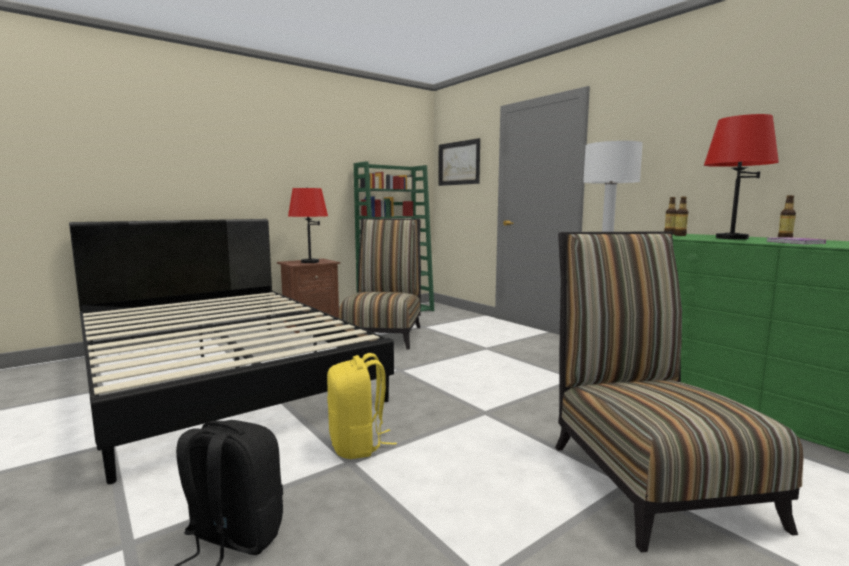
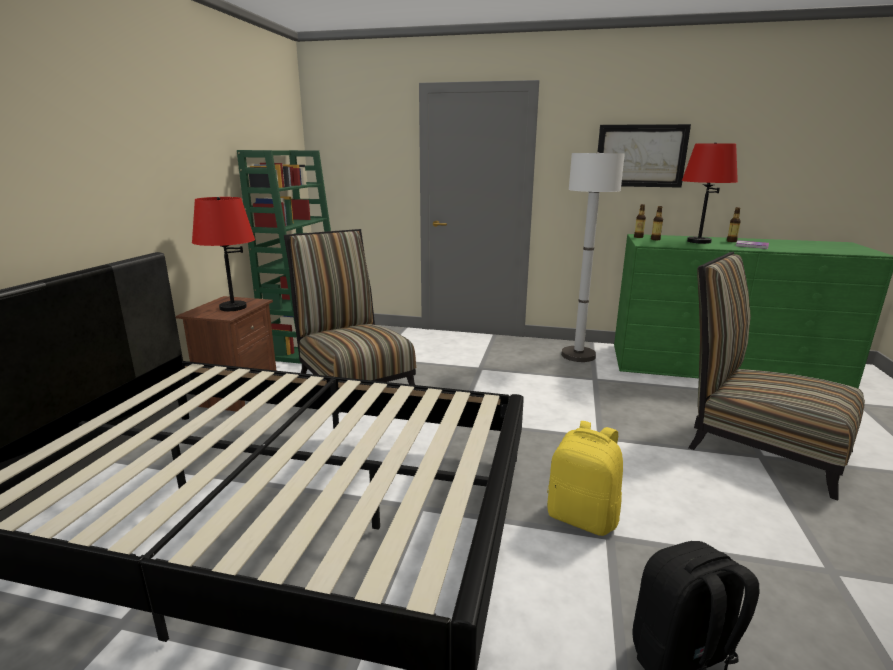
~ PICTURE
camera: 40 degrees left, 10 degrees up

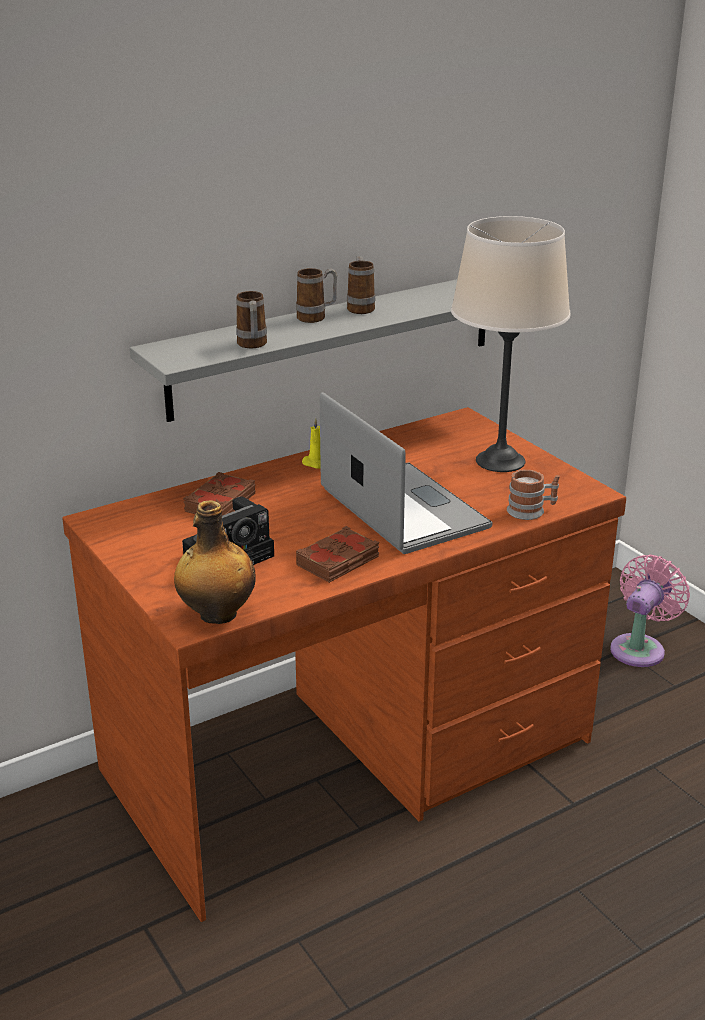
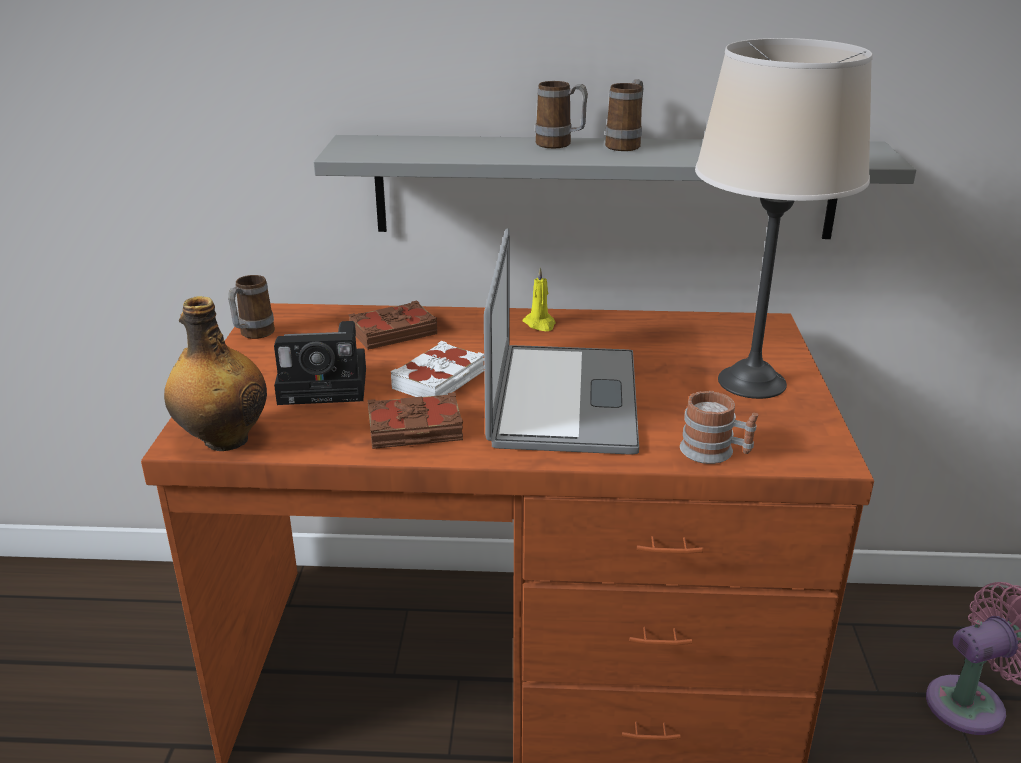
+ WHITE BOOK
~ MUG (1st from left)
camera: 35 degrees right, 0 degrees up

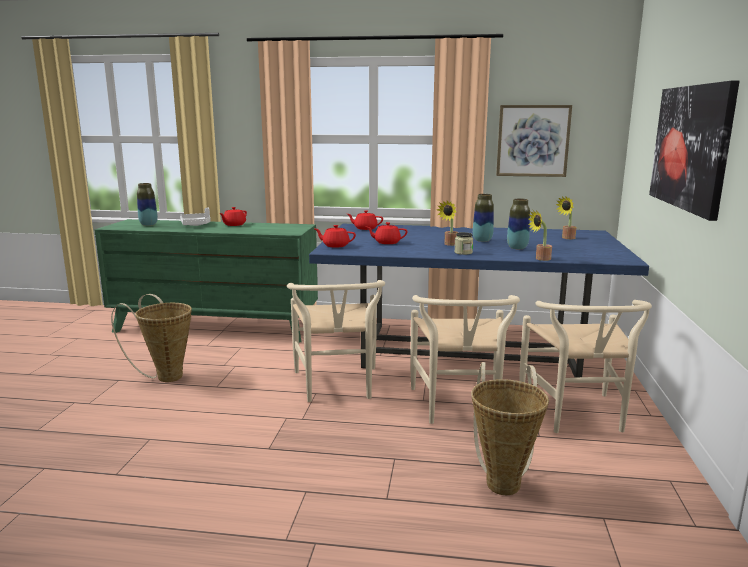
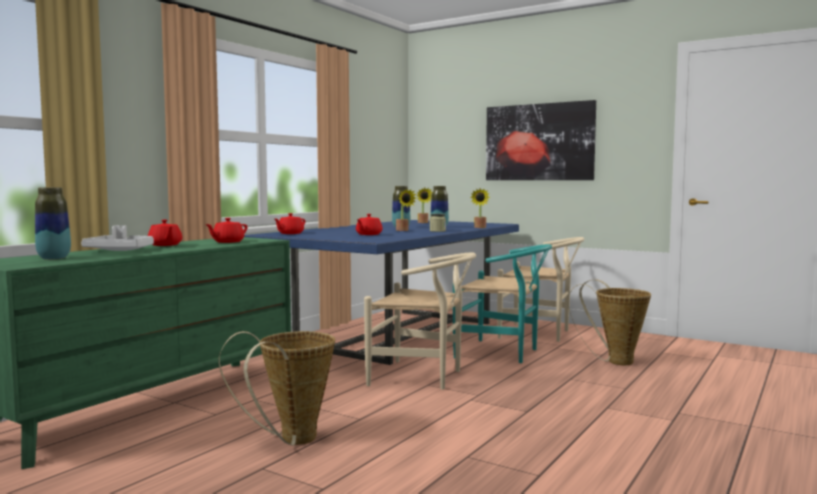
- PICTURE (1st from left)
~ RED TEAPOT (2nd from left)
~ BEIGE CHAIR (2nd from left) to TURQUOISE CHAIR
camera: 65 degrees left, 10 degrees down

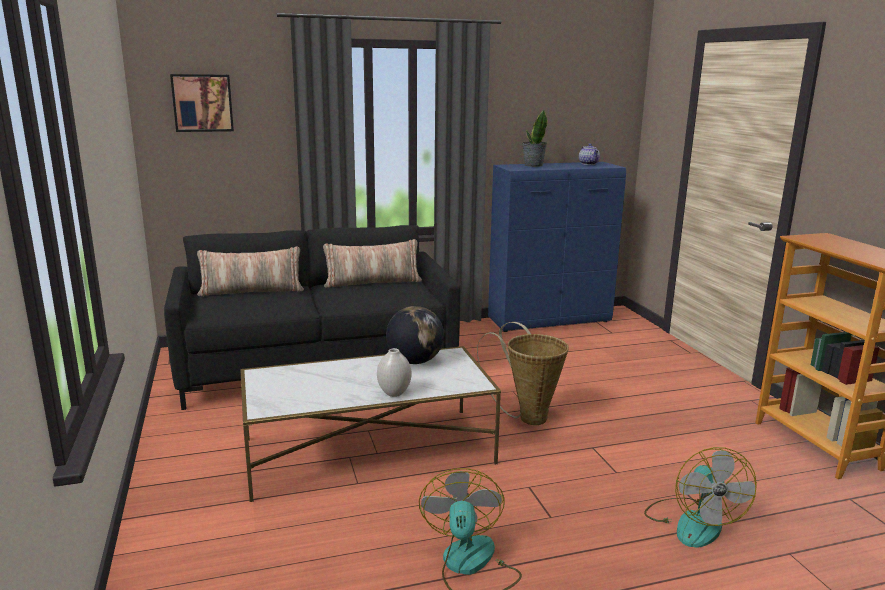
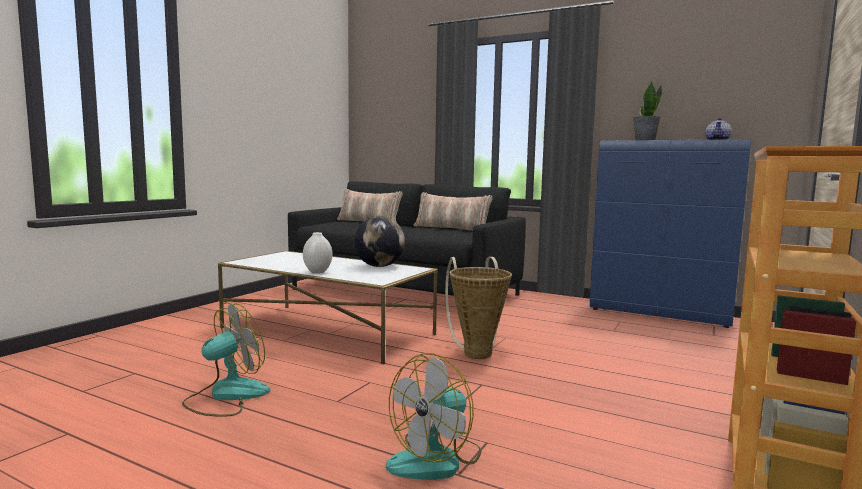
- PICTURE
camera: 45 degrees right, 10 degrees down

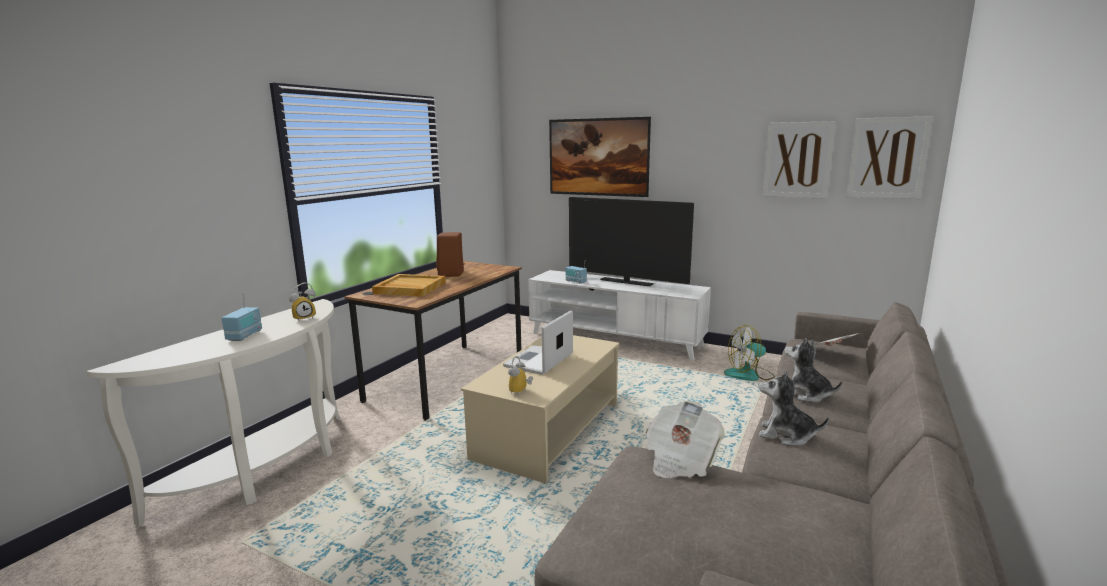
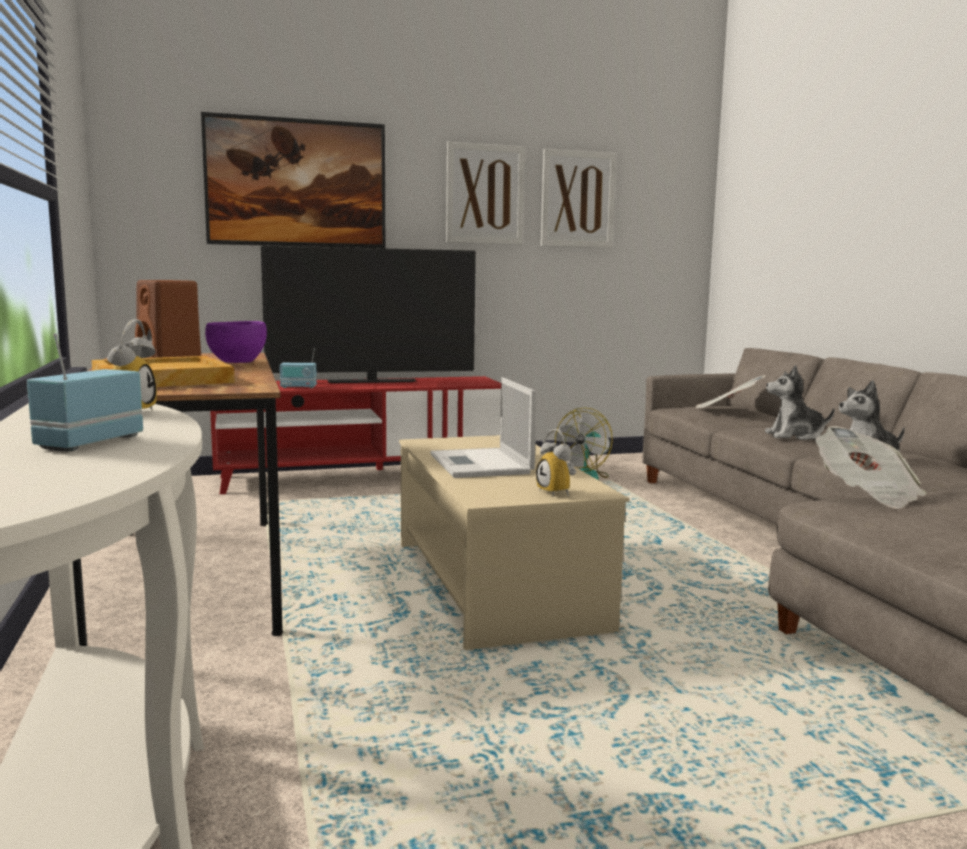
+ PURPLE BOWL
~ PICTURE (3rd from left in the first image) to PICTURE (2nd from left)
~ WHITE TV STAND to RED TV STAND
~ RADIO (1st from left) 120 degrees counterclockwise
camera: 45 degrees left, 5 degrees down

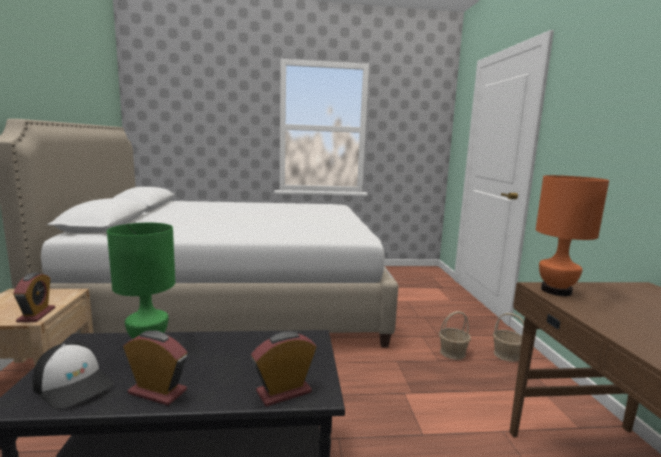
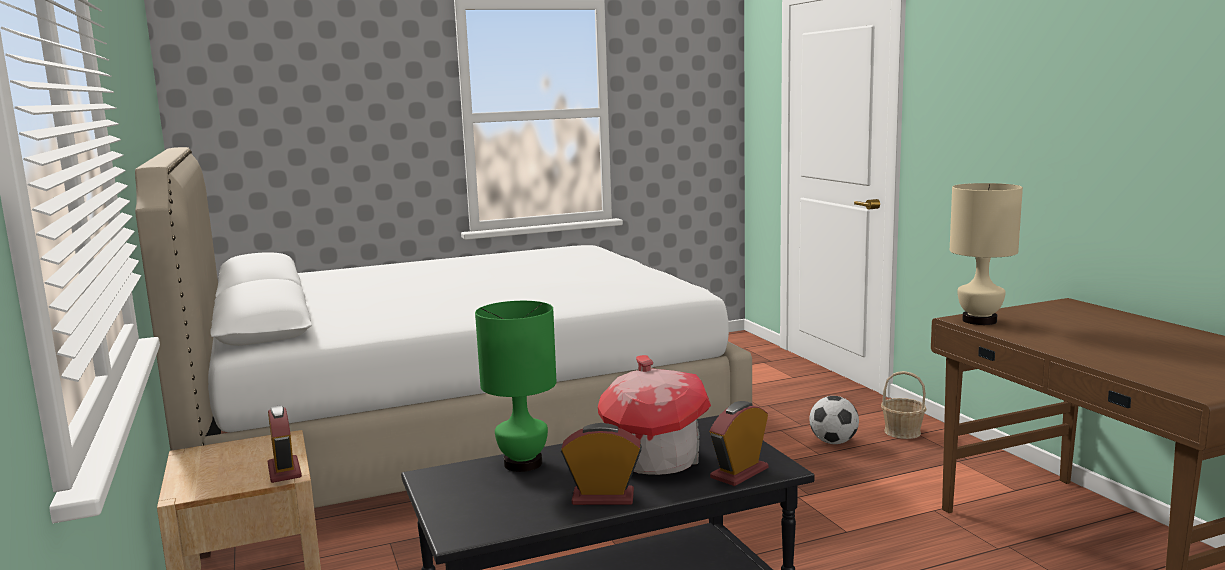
- CAP
+ TOY HOUSE
~ BASKET (1st from left) to FOOTBALL
~ ORANGE TABLE LAMP to BEIGE TABLE LAMP
camera: 15 degrees left, 0 degrees up

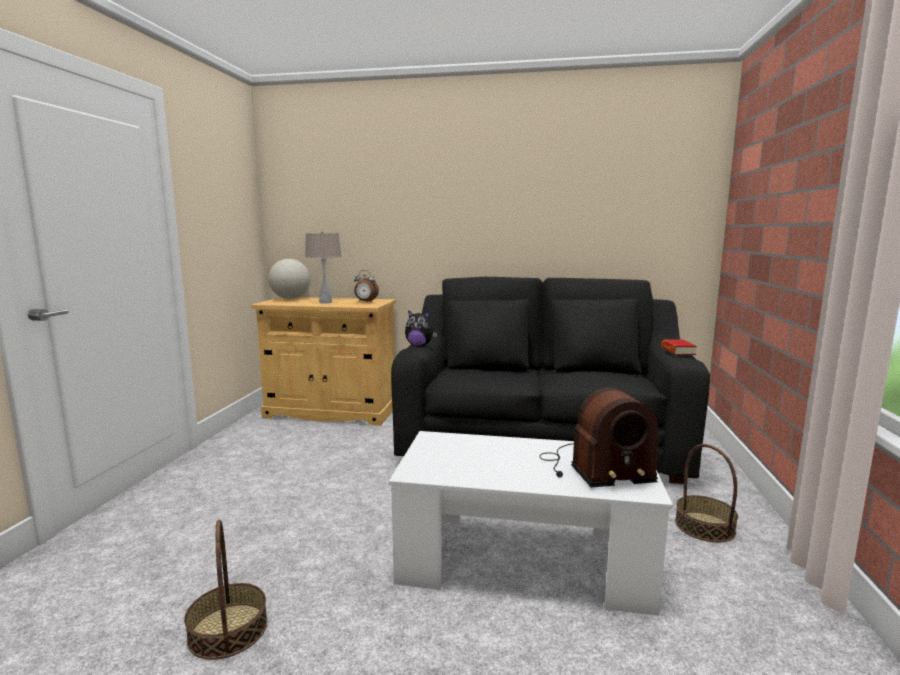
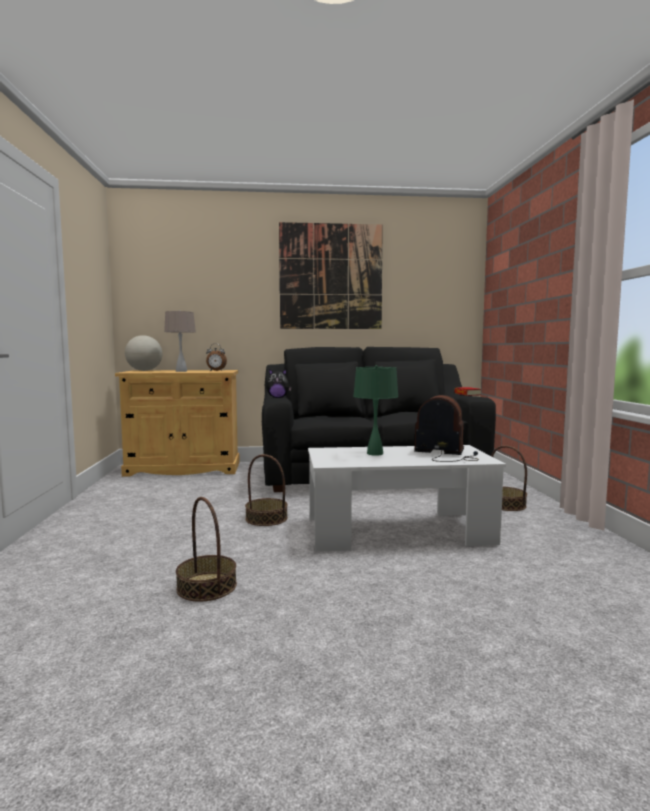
+ BASKET (2nd from left)
+ PICTURE
+ GREEN TABLE LAMP
~ RADIO 135 degrees counterclockwise
camera: 15 degrees left, 5 degrees down

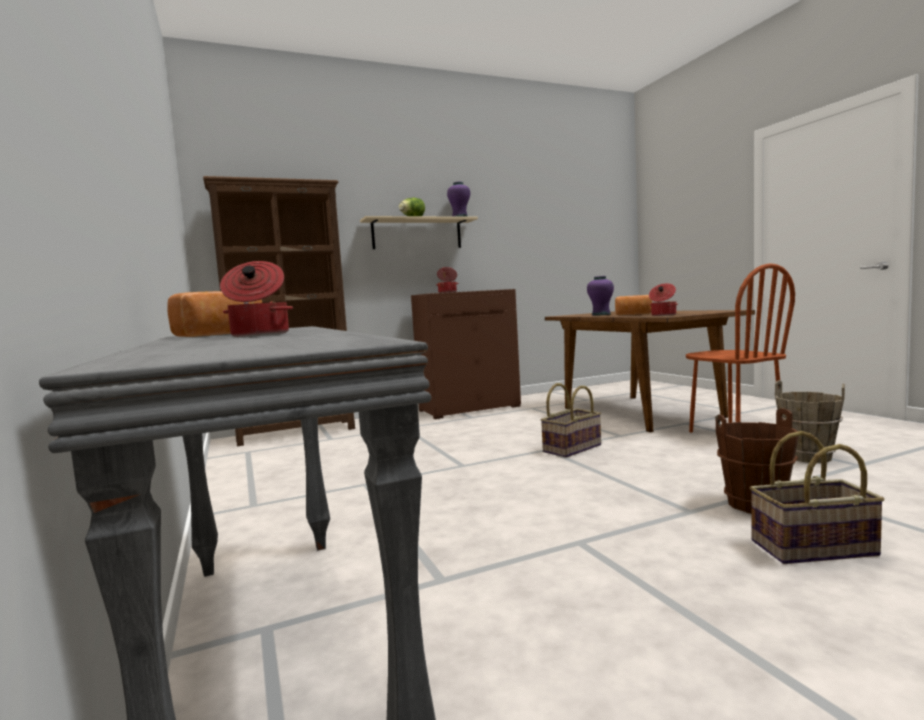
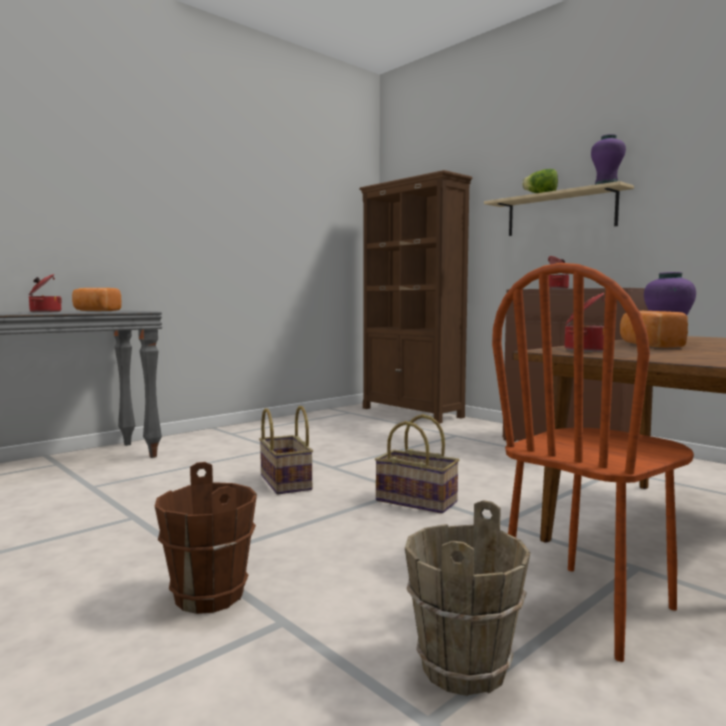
~ BASKET (2nd from left in the first image) to BASKET (1st from left)
camera: 70 degrees right, 0 degrees up

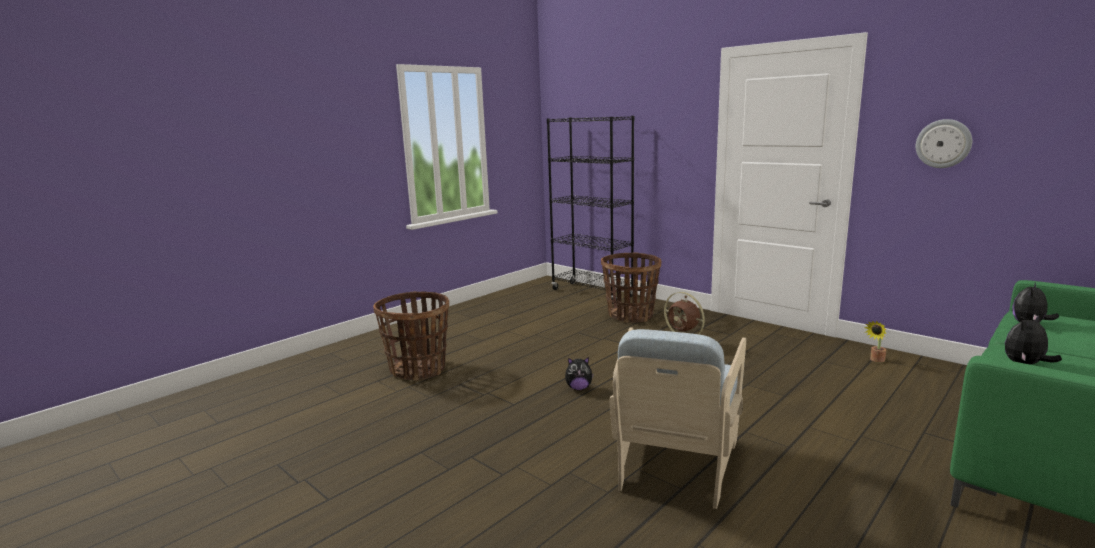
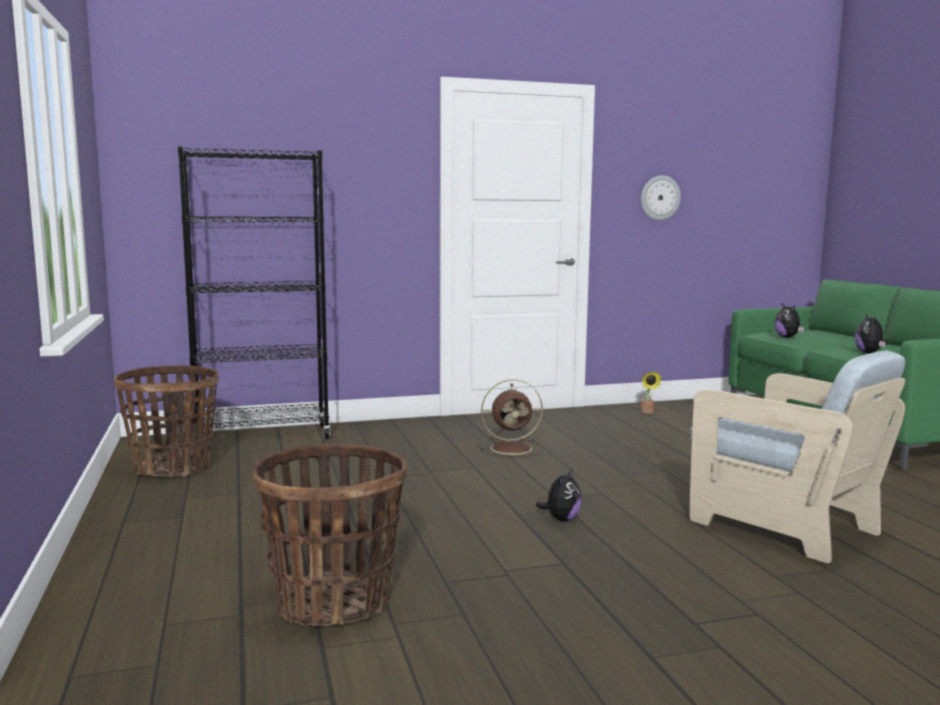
~ BASKET (2nd from left in the first image) to BASKET (1st from left)
camera: 60 degrees left, 5 degrees down

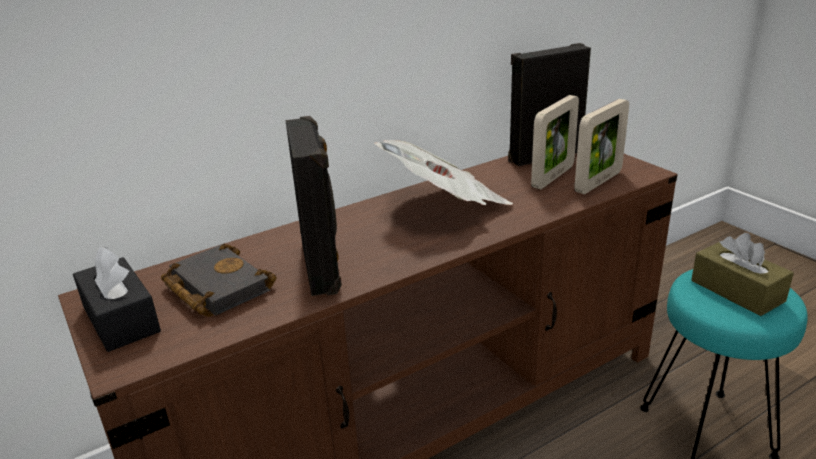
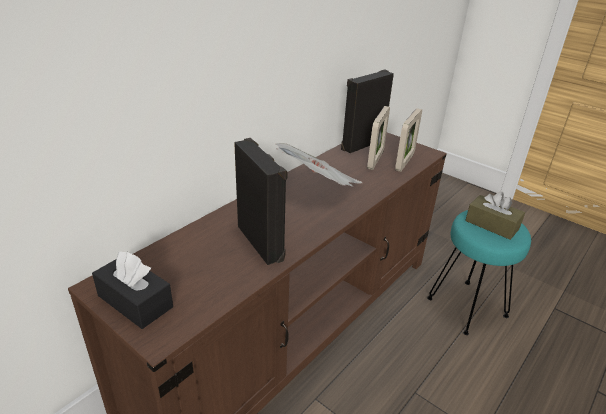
- BLACK BOOK
camera: 20 degrees left, 5 degrees up

